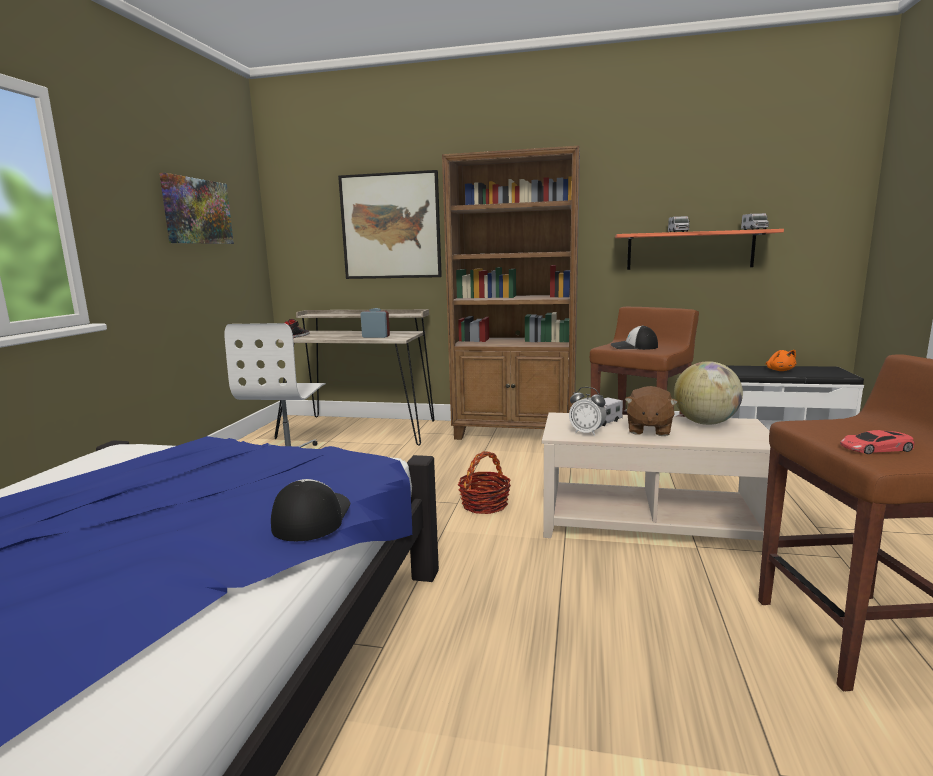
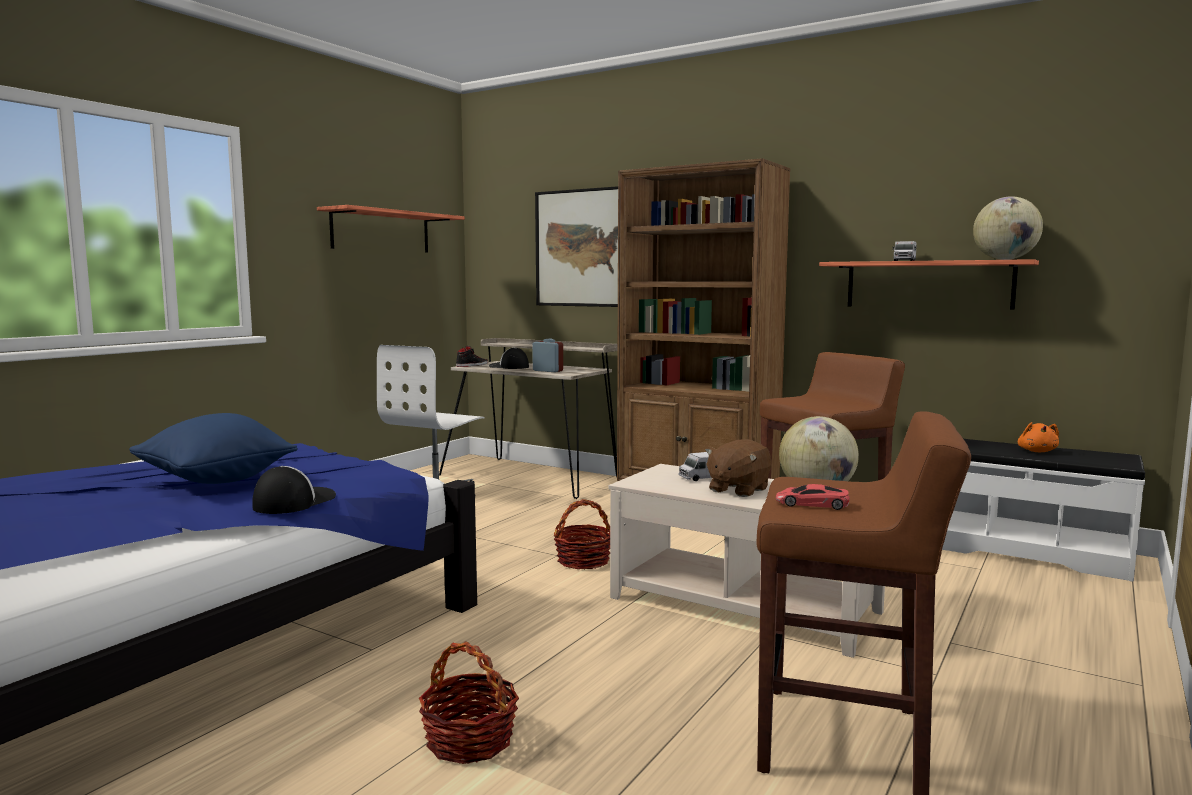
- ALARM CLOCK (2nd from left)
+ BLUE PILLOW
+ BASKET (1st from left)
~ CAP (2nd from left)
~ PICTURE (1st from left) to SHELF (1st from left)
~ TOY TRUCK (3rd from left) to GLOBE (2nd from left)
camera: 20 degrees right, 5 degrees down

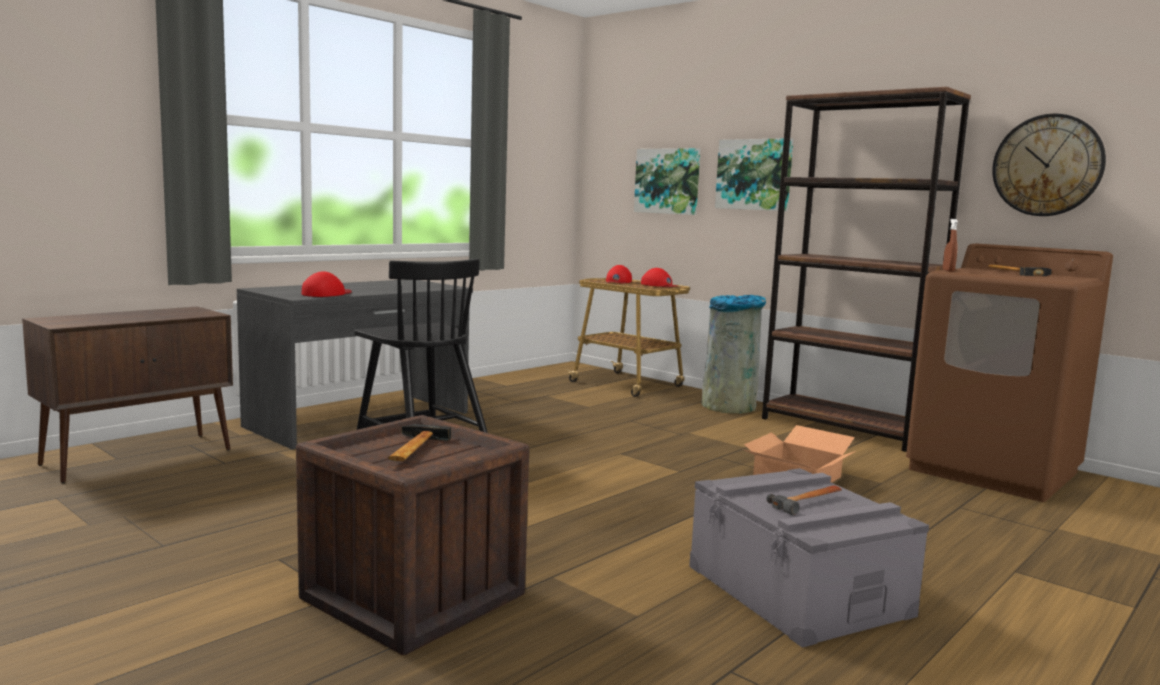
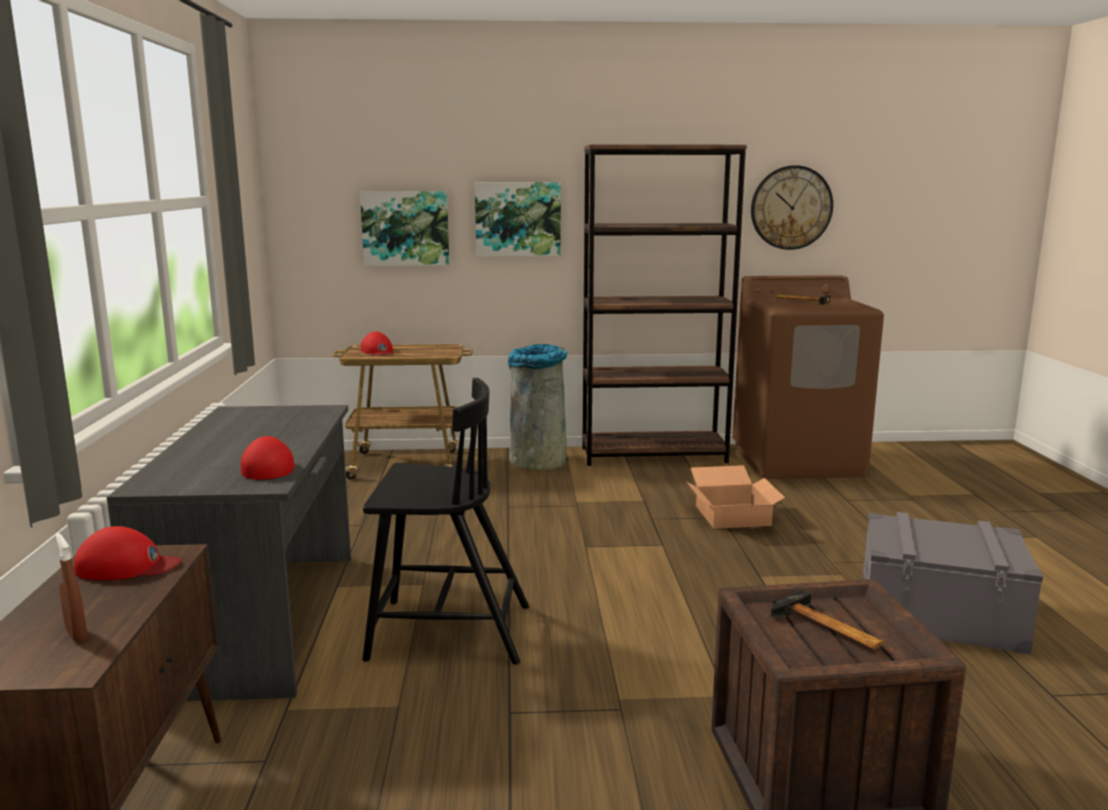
- HAMMER (2nd from left)
~ RED CAP (3rd from left in the first image) to RED CAP (1st from left)
~ BROWN SPRAY BOTTLE
camera: 45 degrees left, 5 degrees up

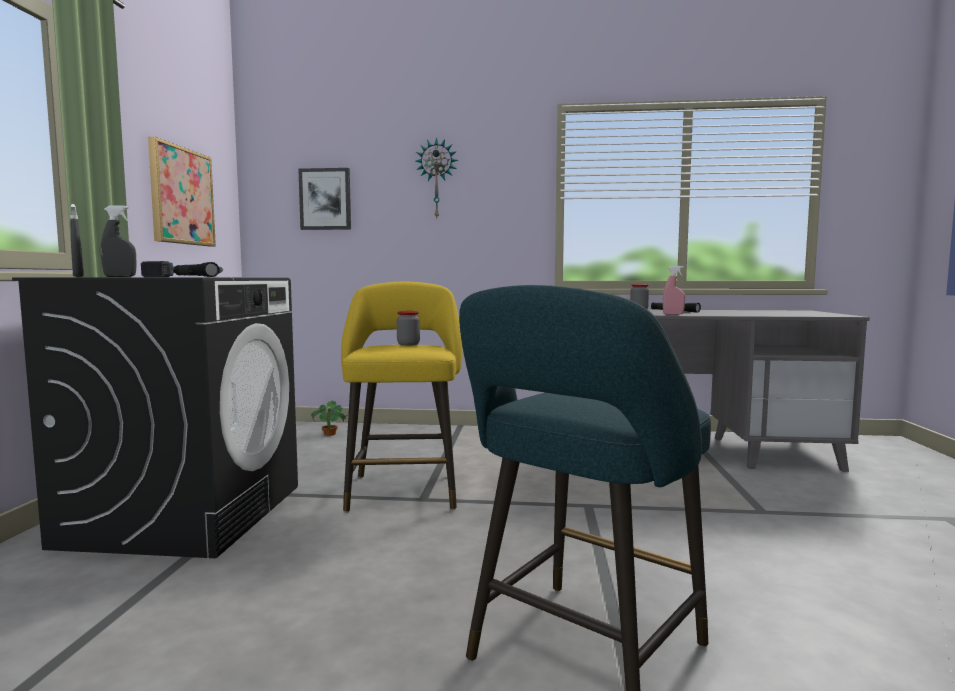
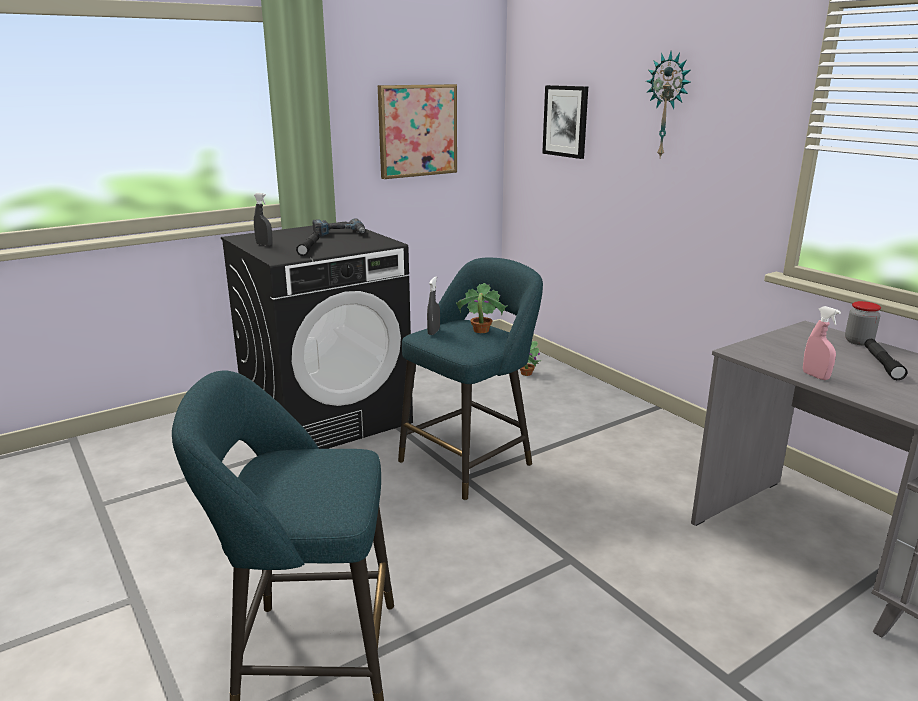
~ GREY SPRAY BOTTLE (1st from left in the first image) to GREY SPRAY BOTTLE (2nd from left)
~ JAR (1st from left) to POTTED PLANT (1st from left)
~ YELLOW STOOL to TURQUOISE STOOL (2nd from left)
camera: 50 degrees right, 15 degrees up

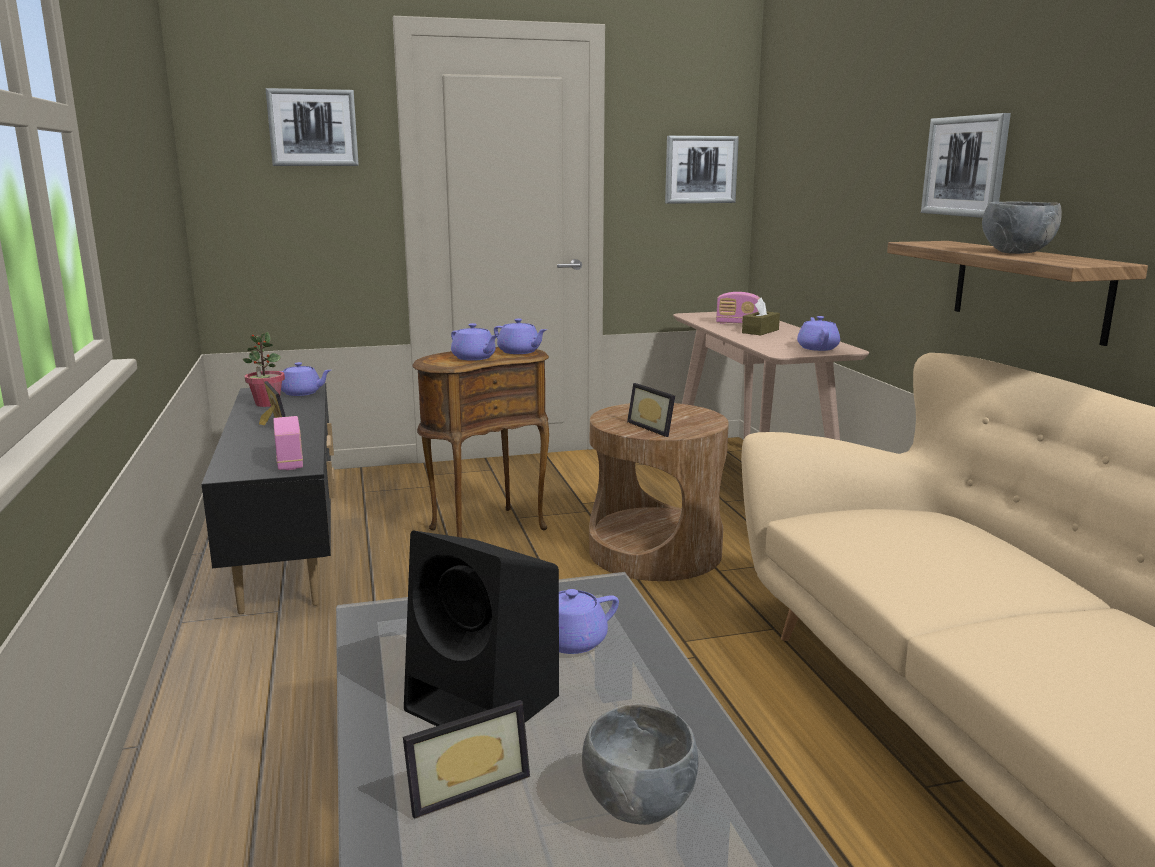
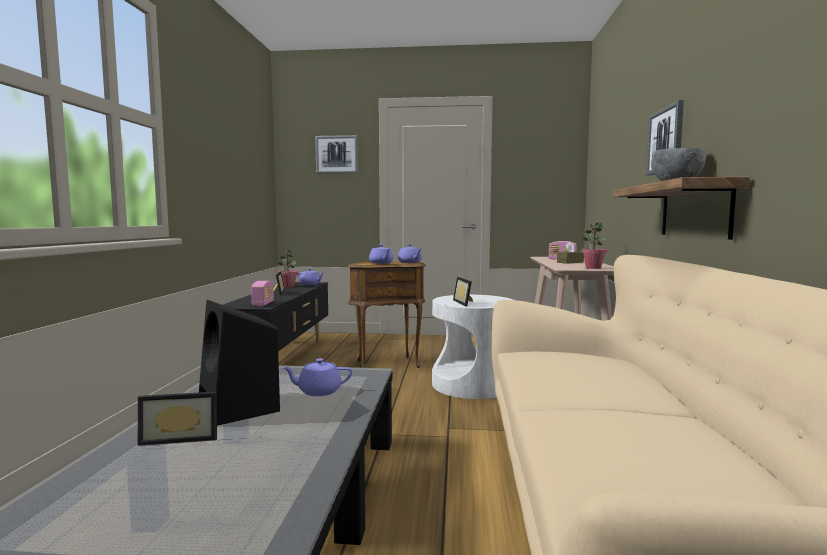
- GREY BOWL (1st from left)
- PICTURE (2nd from left)
~ PURPLE TEAPOT (5th from left) to POTTED PLANT (2nd from left)
~ BROWN SIDE TABLE (2nd from left) to WHITE SIDE TABLE
camera: 20 degrees right, 10 degrees down

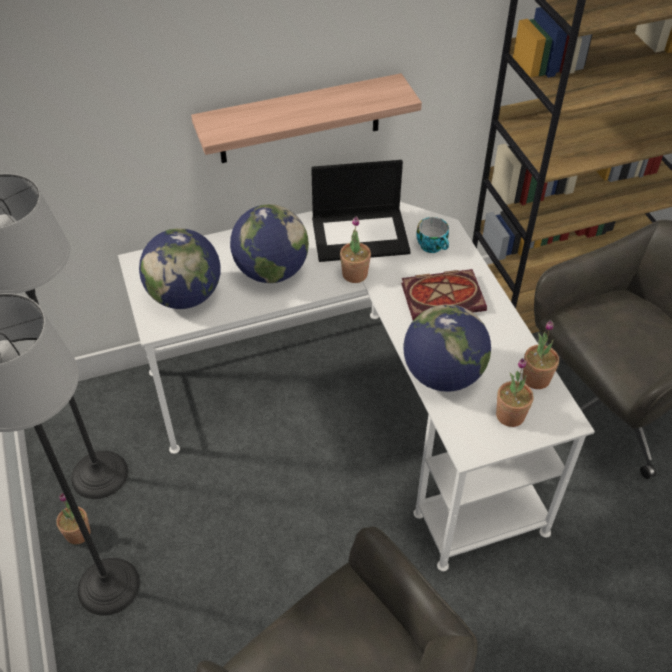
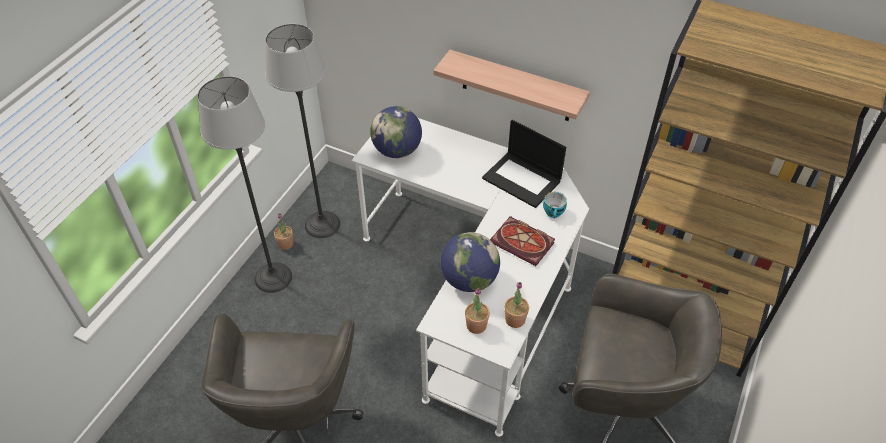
- GLOBE (2nd from left)
- POTTED PLANT (2nd from left)
camera: 45 degrees right, 0 degrees up

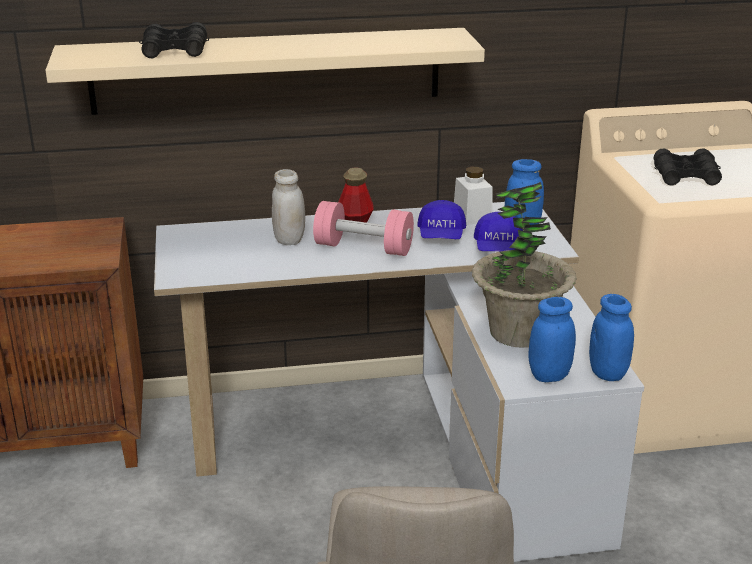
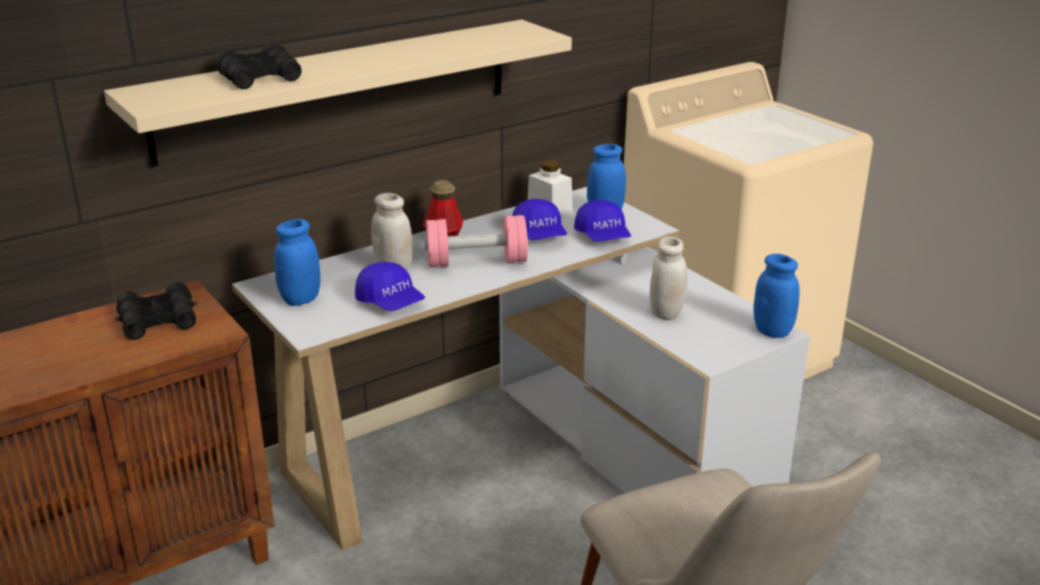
+ BLUE CAP (1st from left)
~ BLUE JAR (2nd from left in the first image) to BLUE JAR (1st from left)
~ BLACK BINOCULARS (2nd from left in the first image) to BLACK BINOCULARS (1st from left)
~ POTTED PLANT to WHITE JAR (3rd from left)
camera: 25 degrees left, 0 degrees up

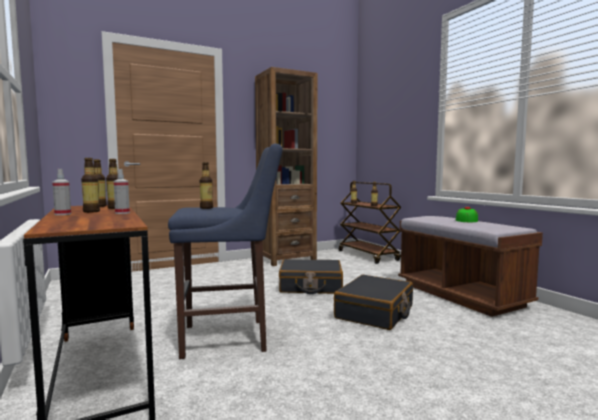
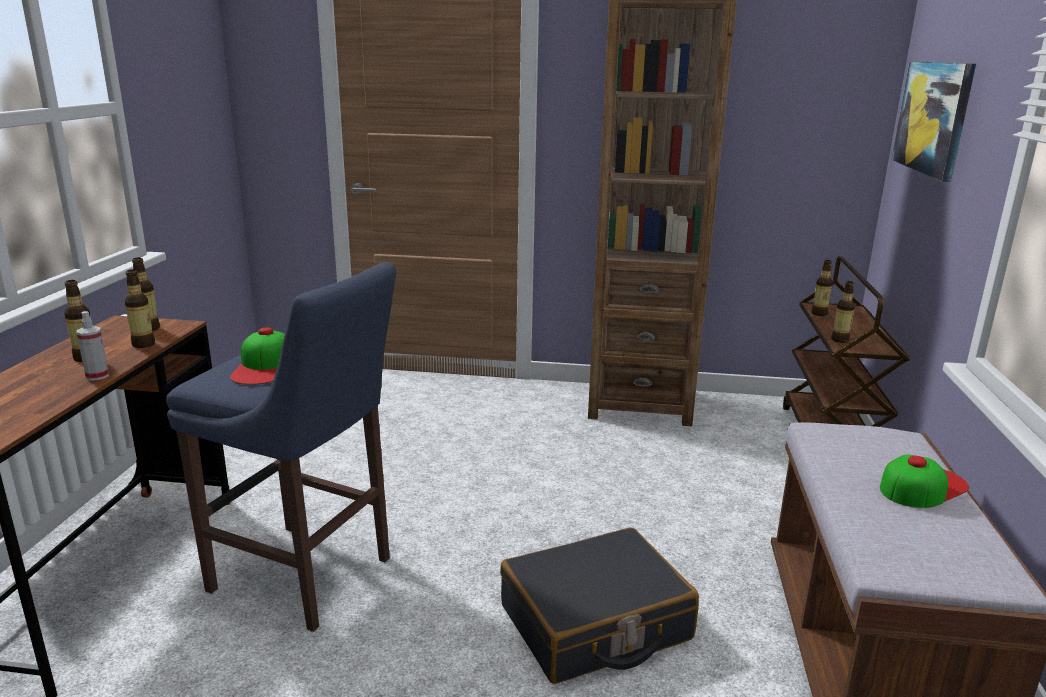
- SPRAY BOTTLE (1st from left)
- BLACK SUITCASE (1st from left)
+ PICTURE
~ BOTTLE (4th from left) to CAP (1st from left)
camera: 35 degrees right, 15 degrees up

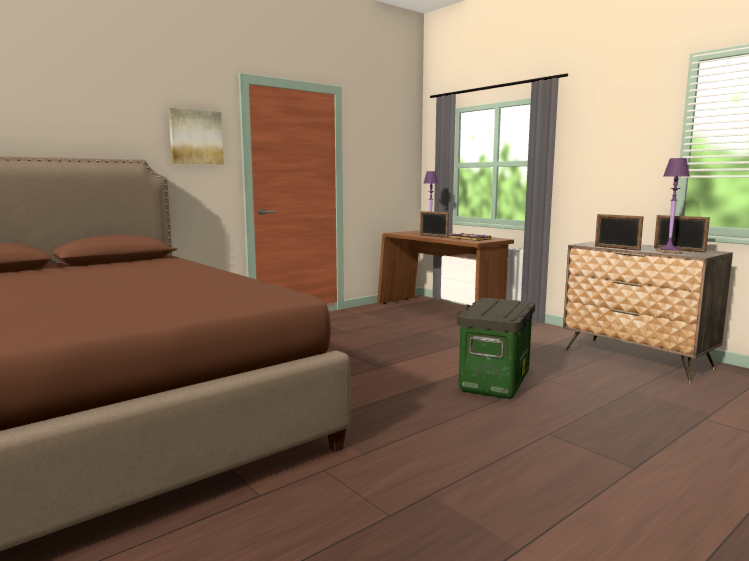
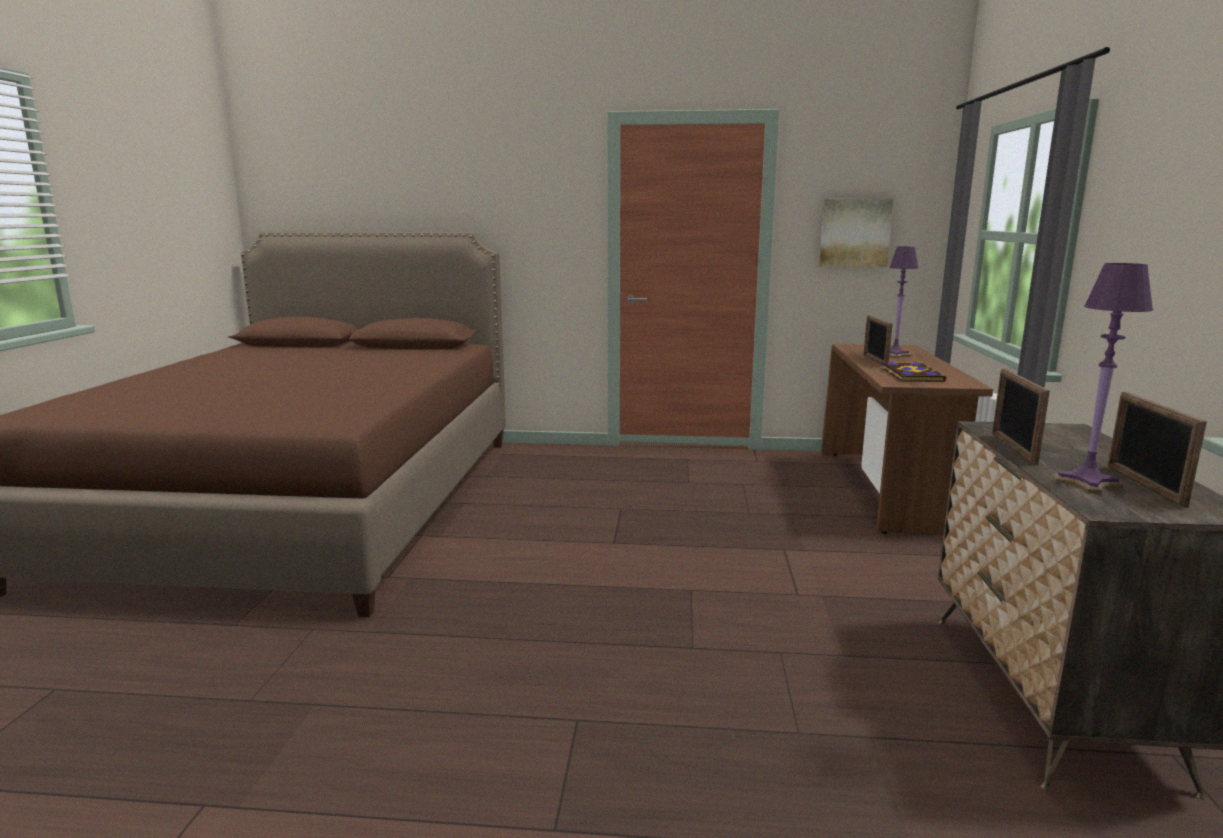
- STORAGE BOX
~ PICTURE
camera: 45 degrees right, 5 degrees up

